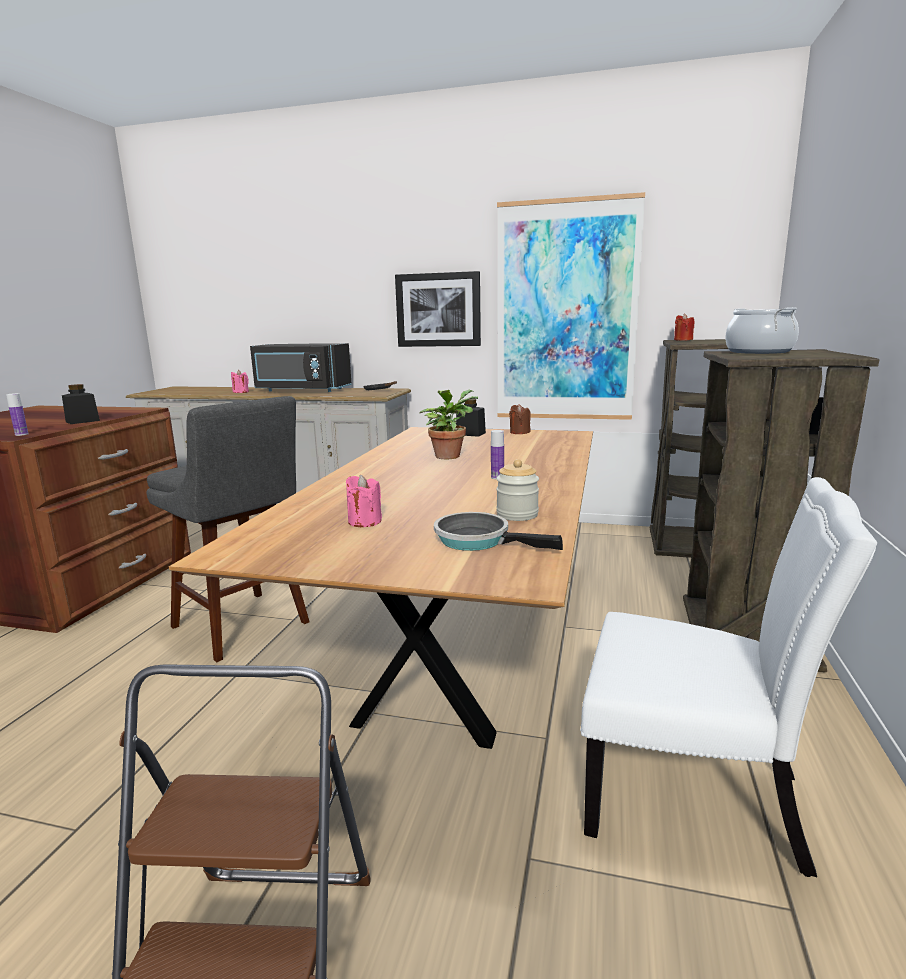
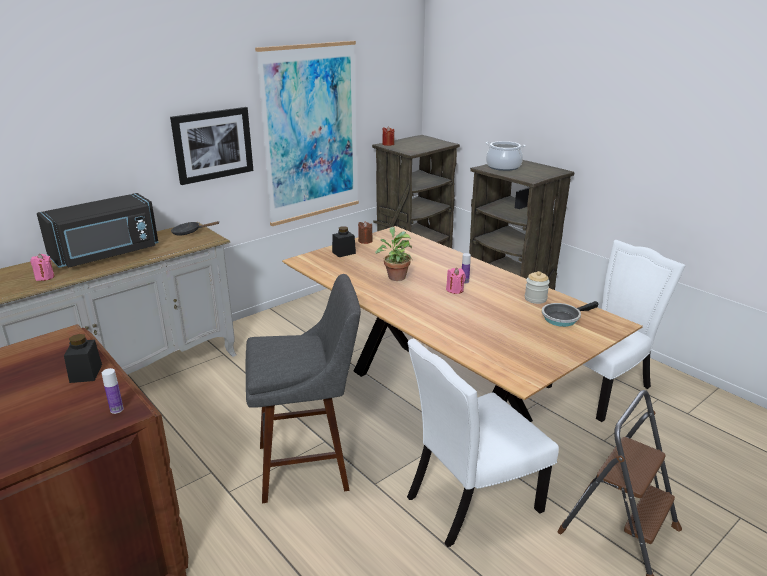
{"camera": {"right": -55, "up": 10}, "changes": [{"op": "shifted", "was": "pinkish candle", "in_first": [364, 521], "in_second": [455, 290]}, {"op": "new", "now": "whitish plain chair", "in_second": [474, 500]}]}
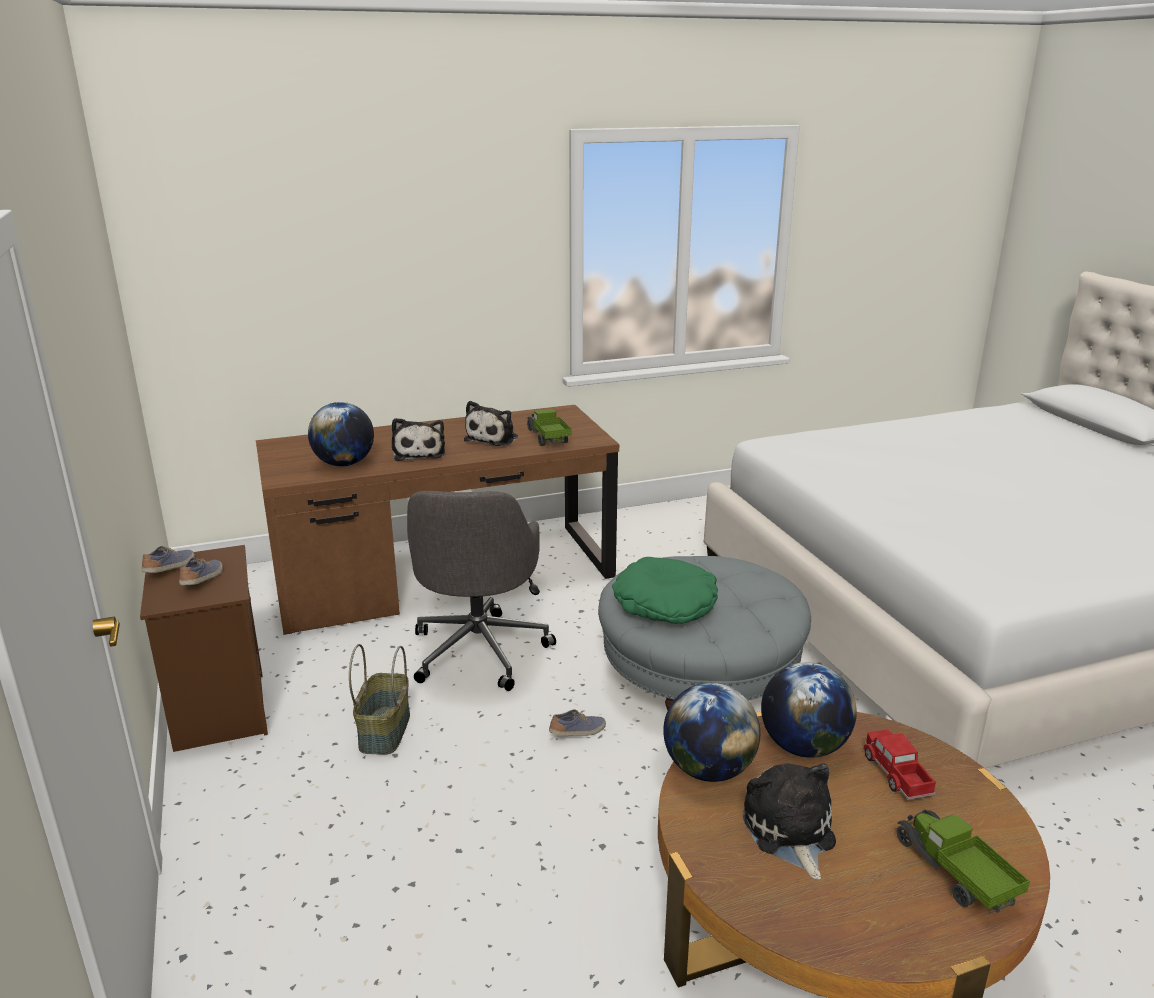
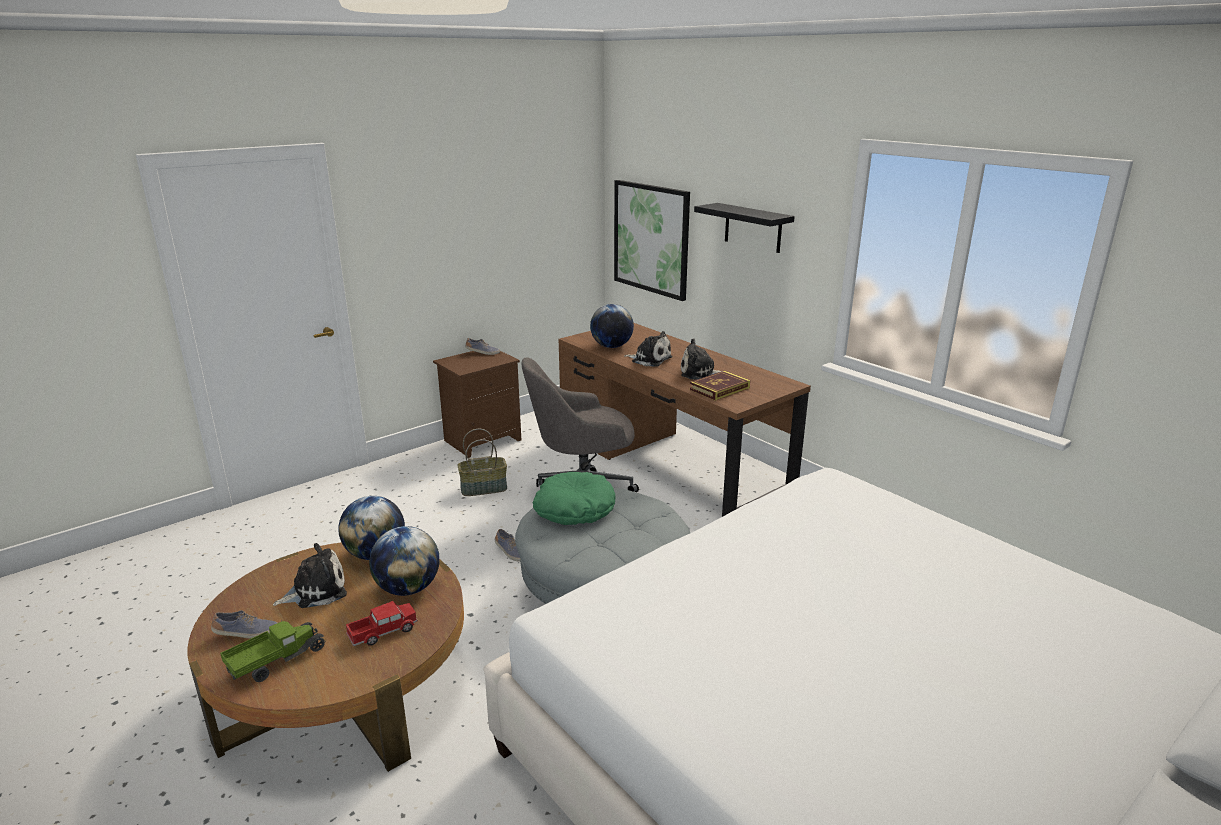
{"camera": {"right": 70, "up": 0}, "changes": [{"op": "swapped", "was": "model truck", "now": "bound book", "in_first": [547, 438], "in_second": [719, 389]}, {"op": "rotated", "was": "cuddly toy", "in_first": [419, 452], "in_second": [649, 359], "clockwise": -120}, {"op": "shifted", "was": "item of footwear", "in_first": [203, 580], "in_second": [246, 633]}, {"op": "new", "now": "wall picture", "in_second": [651, 238]}, {"op": "new", "now": "blackish bracket shelf", "in_second": [753, 228]}]}
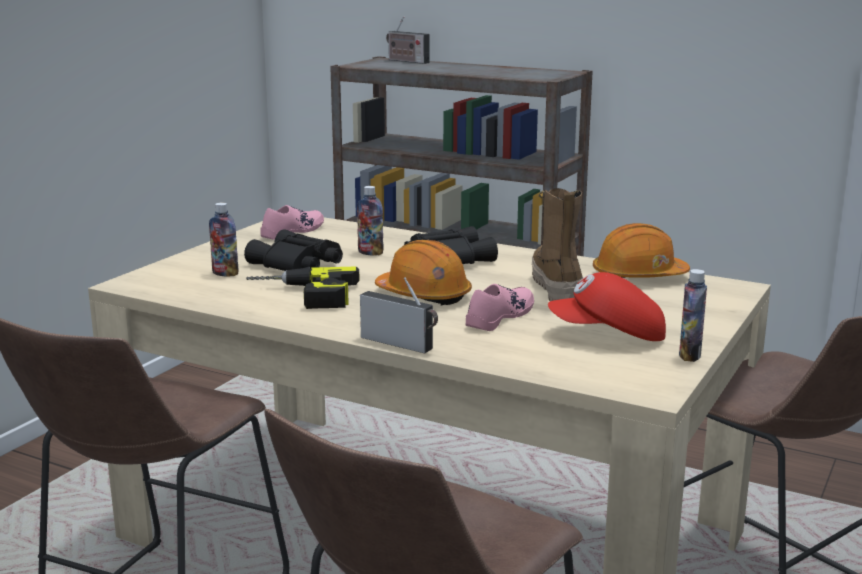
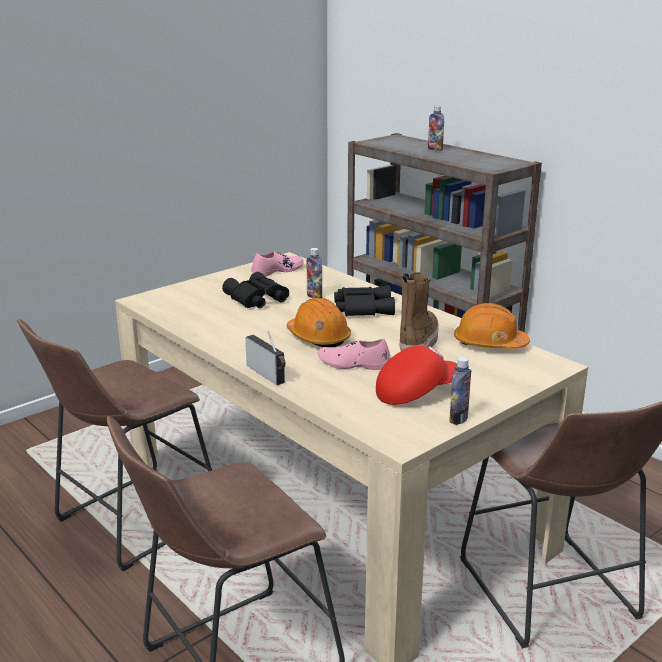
{"camera": {"right": 20, "up": 5}, "changes": [{"op": "gone", "was": "radio receiver", "in_first": [406, 61]}, {"op": "shifted", "was": "beverage bottle", "in_first": [225, 273], "in_second": [435, 149]}, {"op": "gone", "was": "power drill", "in_first": [302, 296]}, {"op": "rotated", "was": "reddish cap", "in_first": [608, 335], "in_second": [416, 392], "clockwise": 135}, {"op": "rotated", "was": "pinkish item of footwear", "in_first": [499, 317], "in_second": [353, 363], "clockwise": -135}]}
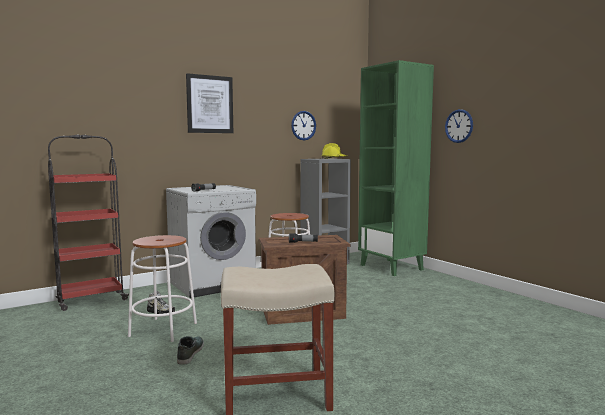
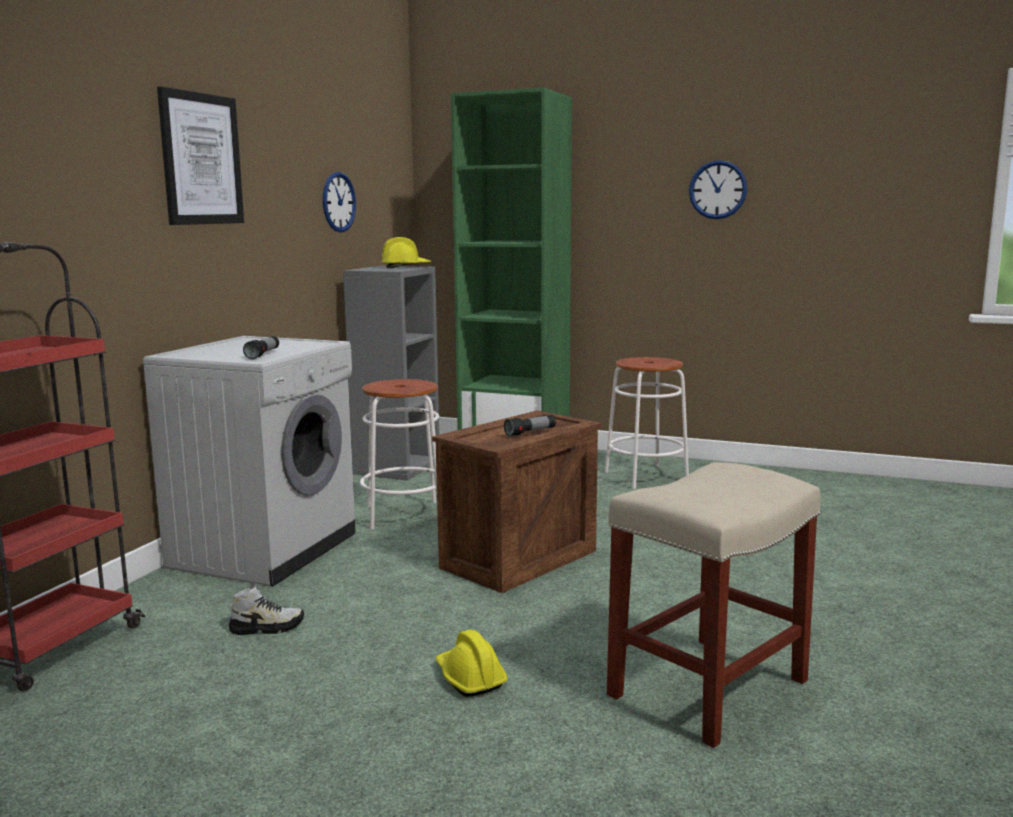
{"camera": {"right": -35, "up": 5}, "changes": [{"op": "shifted", "was": "wall clock", "in_first": [459, 126], "in_second": [718, 190]}, {"op": "shifted", "was": "whitish sitting stool", "in_first": [163, 329], "in_second": [646, 477]}, {"op": "swapped", "was": "item of footwear", "now": "yellow work helmet", "in_first": [190, 353], "in_second": [469, 678]}]}
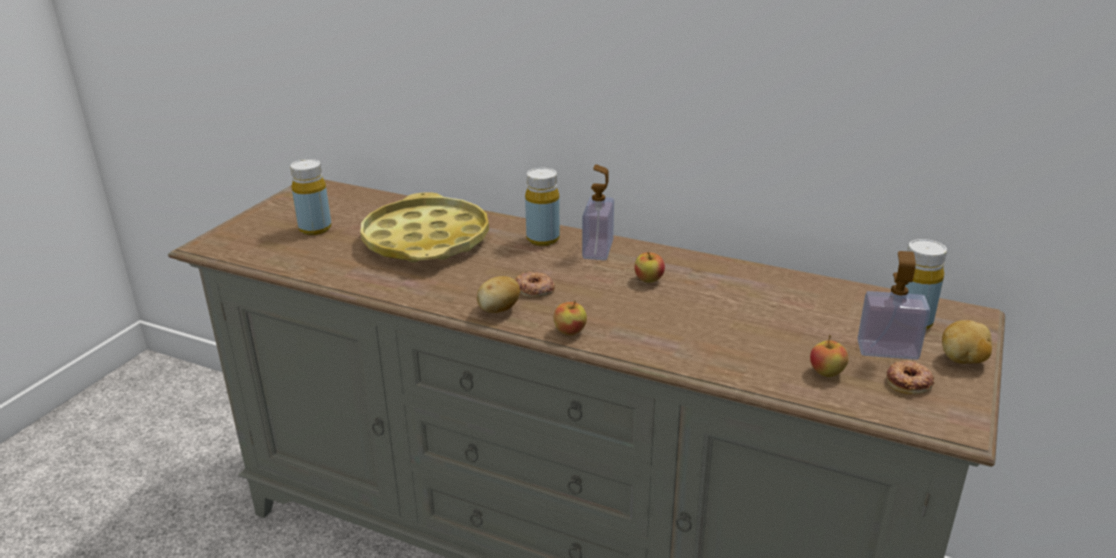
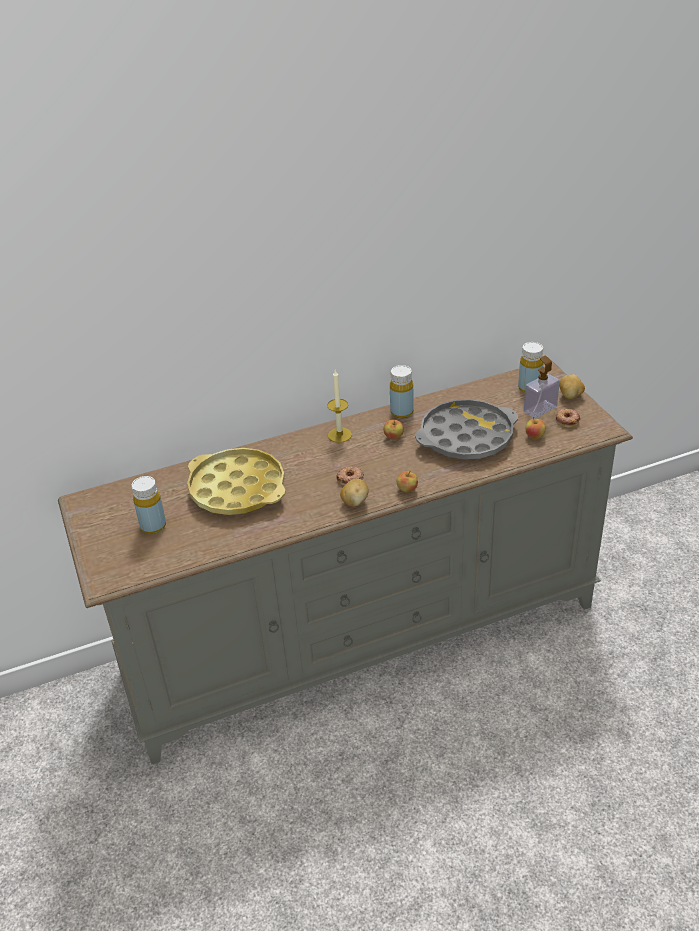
{"camera": {"right": -45, "up": 10}, "changes": [{"op": "swapped", "was": "soap bottle", "now": "candle", "in_first": [598, 249], "in_second": [339, 435]}, {"op": "shifted", "was": "yellow beverage bottle", "in_first": [543, 239], "in_second": [402, 412]}, {"op": "new", "now": "grey carrying tray", "in_second": [466, 437]}]}
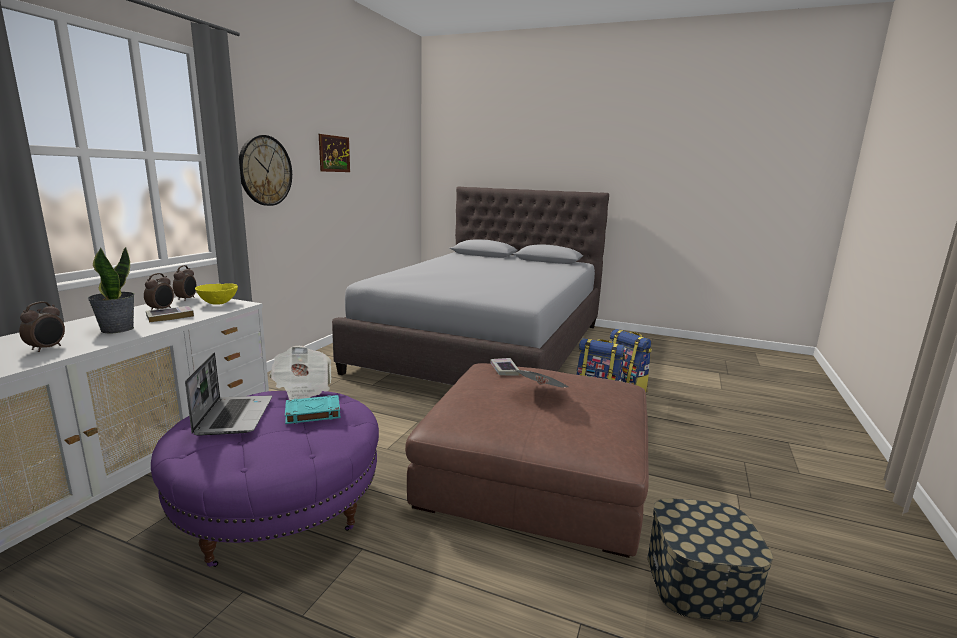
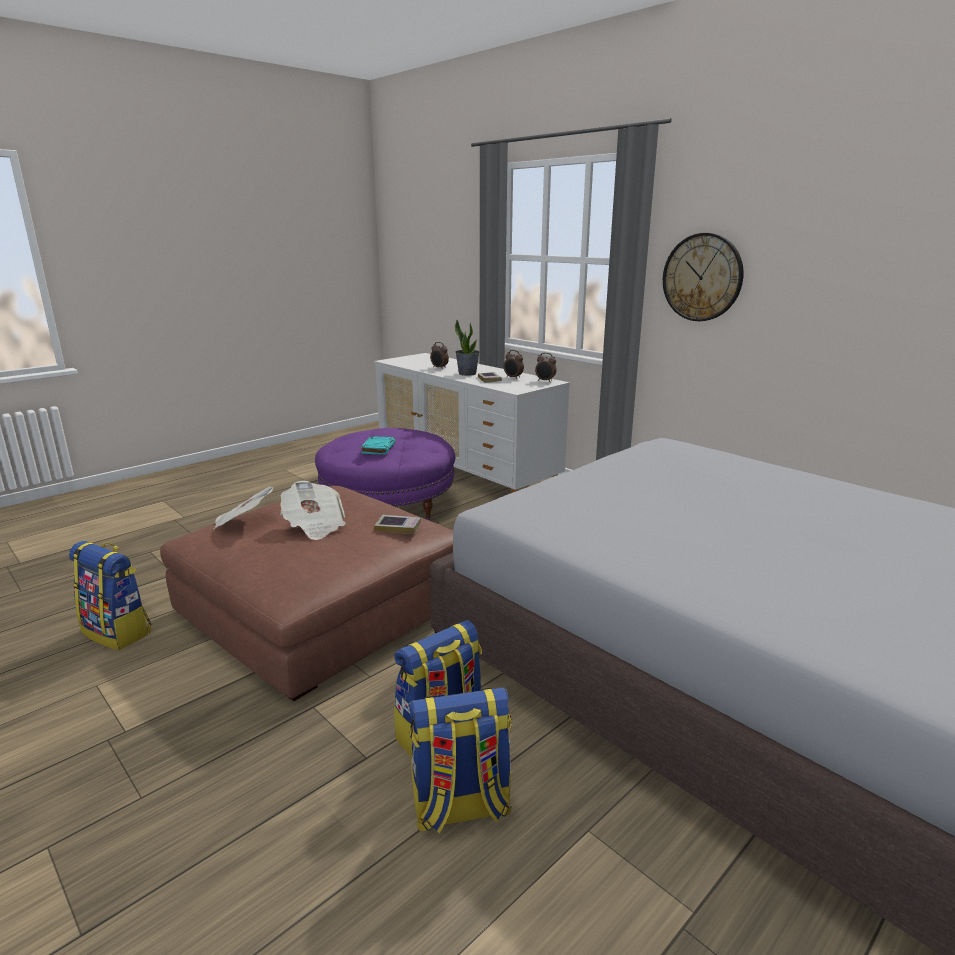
{"camera": {"right": 115, "up": 5}, "changes": [{"op": "gone", "was": "wall picture", "in_first": [334, 154]}, {"op": "gone", "was": "yellow serving bowl", "in_first": [218, 303]}, {"op": "shifted", "was": "newspaper", "in_first": [302, 389], "in_second": [243, 523]}, {"op": "gone", "was": "notebook computer", "in_first": [234, 416]}, {"op": "swapped", "was": "storage bin", "now": "backpack", "in_first": [699, 581], "in_second": [118, 632]}]}
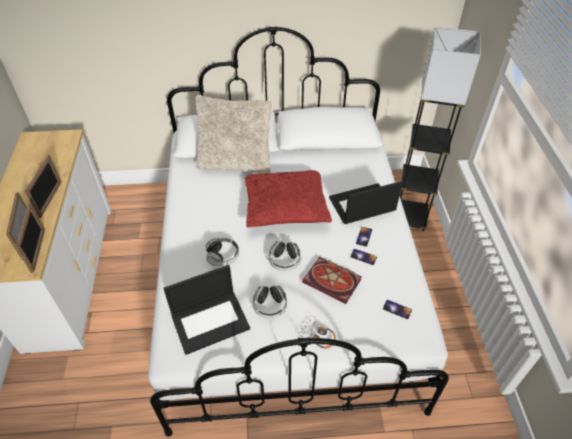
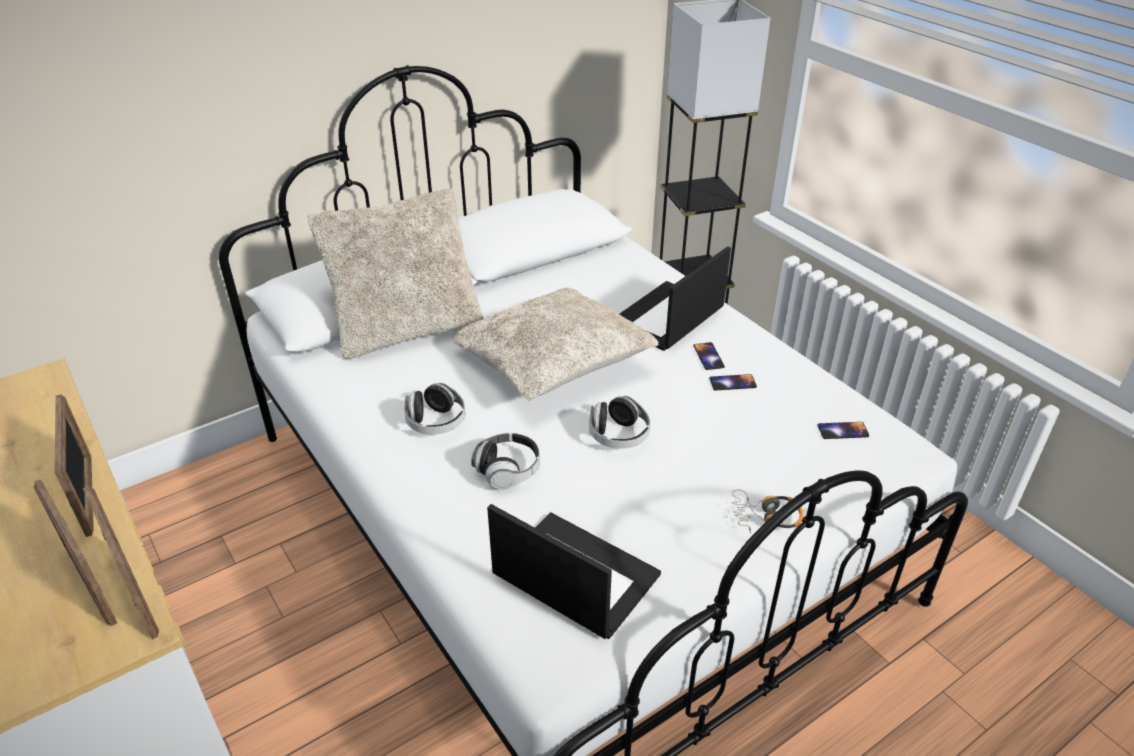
{"camera": {"right": -30, "up": -10}, "changes": [{"op": "repainted", "was": "reddish pillow", "now": "beige pillow", "in_first": [286, 207], "in_second": [553, 361]}, {"op": "gone", "was": "bound book", "in_first": [333, 281]}, {"op": "rotated", "was": "notebook computer", "in_first": [210, 321], "in_second": [573, 575], "clockwise": -90}, {"op": "shifted", "was": "pair of headphones", "in_first": [270, 306], "in_second": [436, 422]}]}
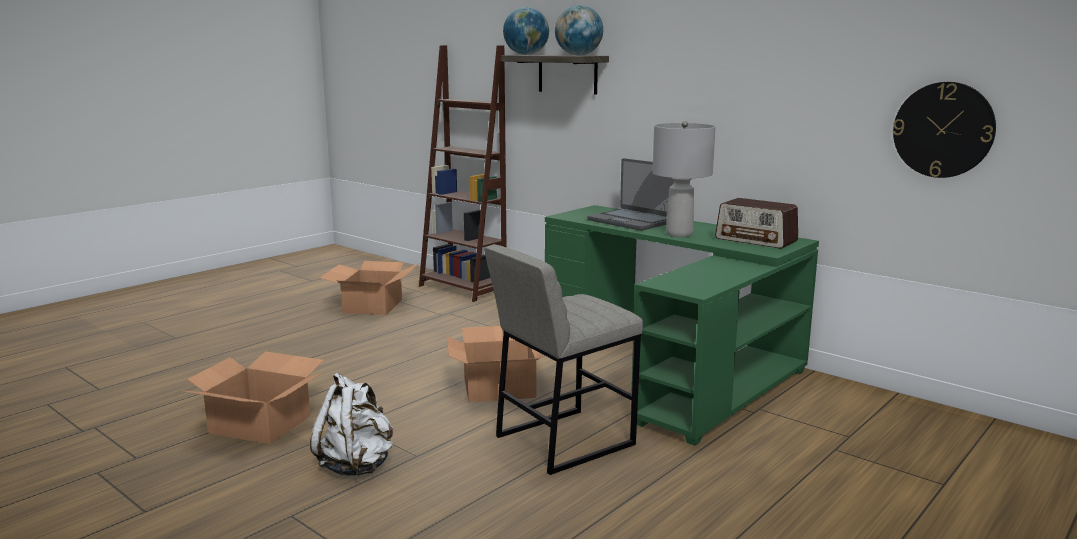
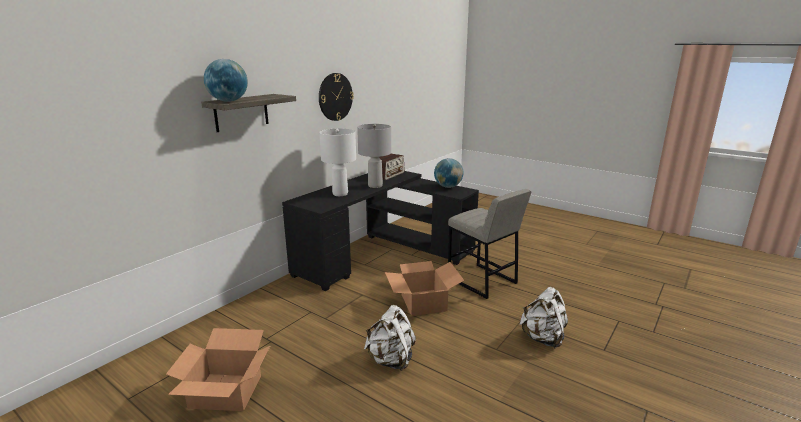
{"camera": {"right": -95, "up": 5}, "changes": [{"op": "shifted", "was": "world globe", "in_first": [578, 55], "in_second": [448, 187]}, {"op": "gone", "was": "brownish bookcase", "in_first": [462, 288]}, {"op": "shifted", "was": "wall clock", "in_first": [943, 130], "in_second": [335, 97]}, {"op": "swapped", "was": "notebook computer", "now": "whitish table lamp", "in_first": [631, 221], "in_second": [340, 194]}, {"op": "repainted", "was": "green desk table", "now": "blackish desk table", "in_first": [675, 365], "in_second": [381, 254]}, {"op": "gone", "was": "cardboard box", "in_first": [260, 424]}, {"op": "new", "now": "whitish backpack", "in_second": [391, 360]}]}
